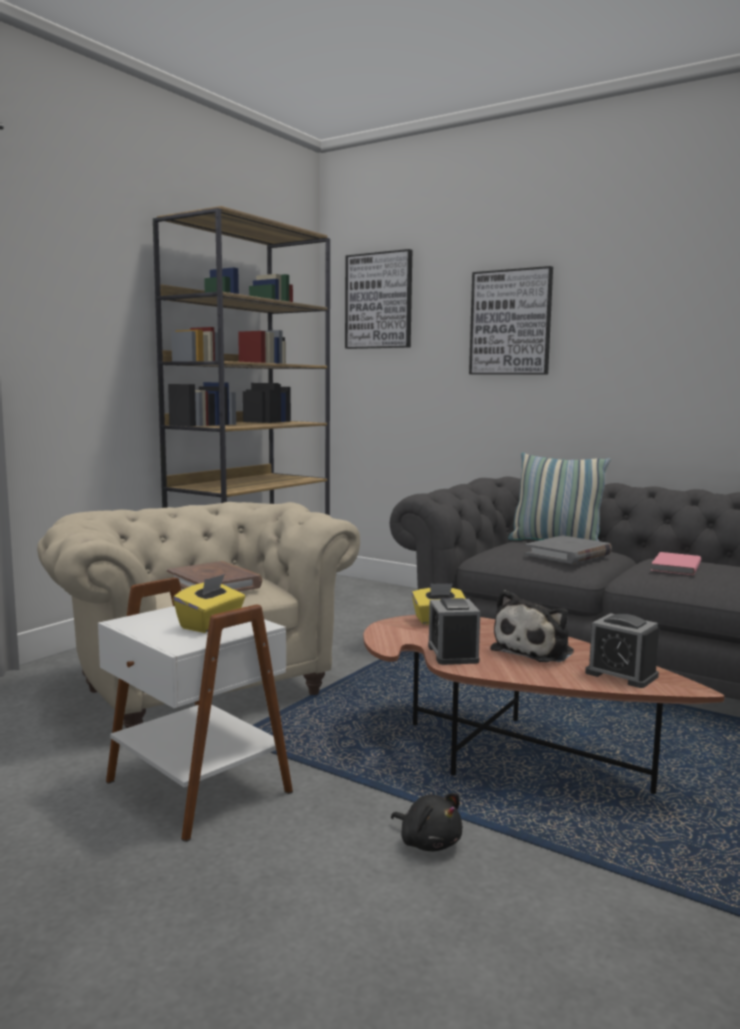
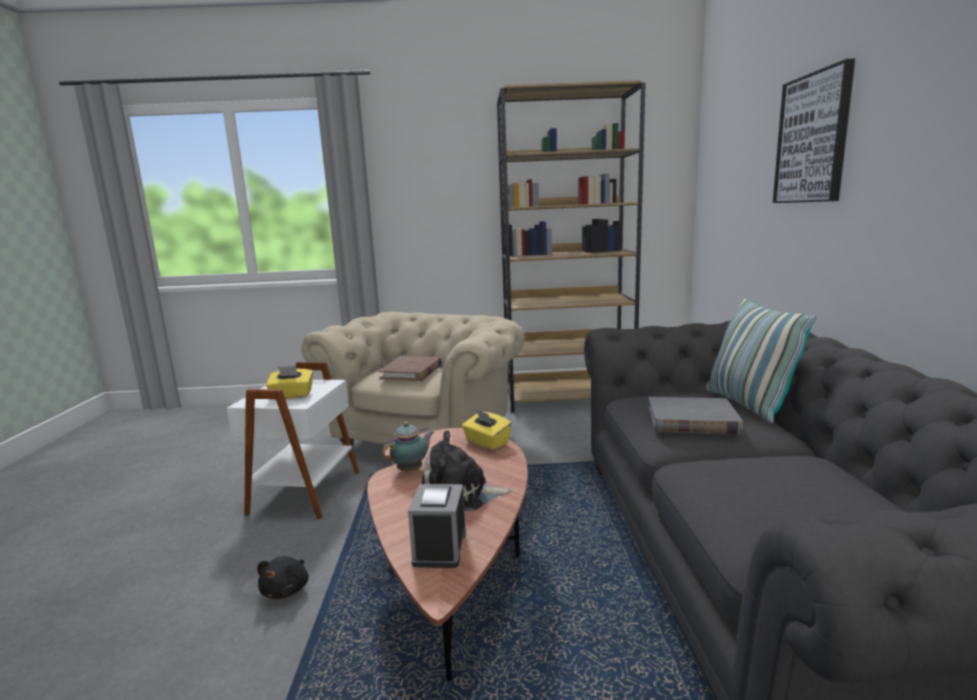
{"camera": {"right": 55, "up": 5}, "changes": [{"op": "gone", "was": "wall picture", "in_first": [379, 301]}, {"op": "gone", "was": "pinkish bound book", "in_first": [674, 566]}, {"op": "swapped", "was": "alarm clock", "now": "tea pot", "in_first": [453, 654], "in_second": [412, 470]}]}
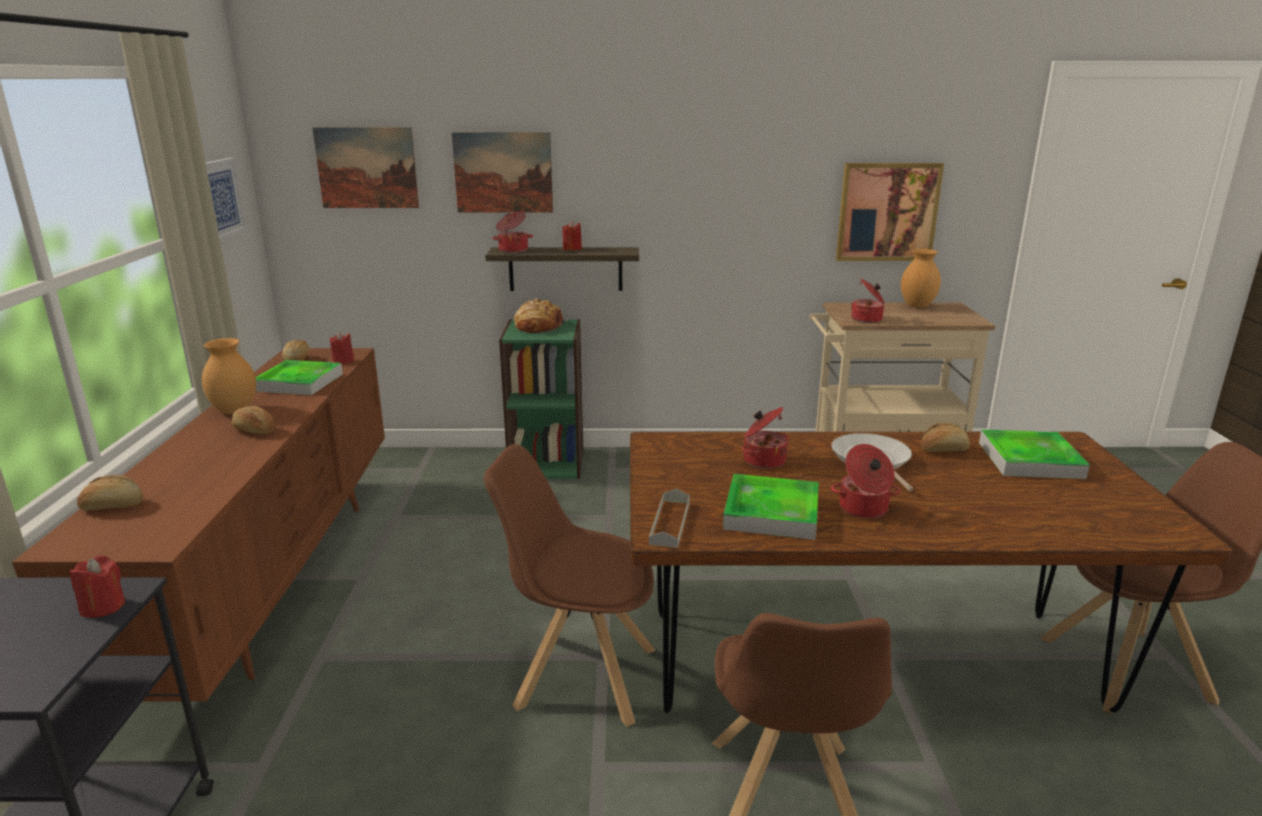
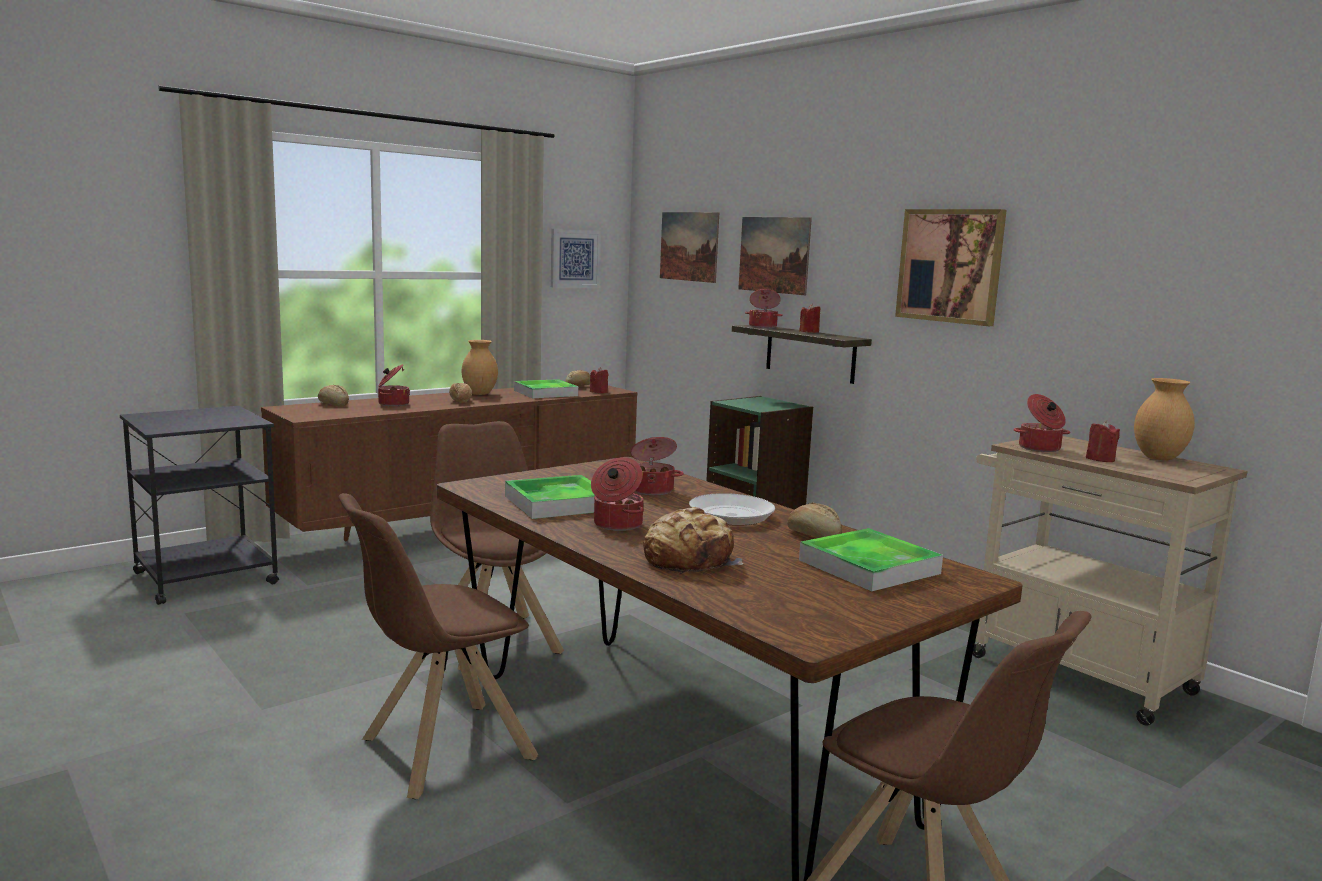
{"camera": {"right": 50, "up": -10}, "changes": [{"op": "shifted", "was": "wall picture", "in_first": [887, 212], "in_second": [950, 266]}, {"op": "shifted", "was": "bread", "in_first": [538, 326], "in_second": [689, 560]}, {"op": "gone", "was": "grey carrying tray", "in_first": [670, 523]}, {"op": "shifted", "was": "reddish candle", "in_first": [103, 606], "in_second": [1100, 459]}, {"op": "new", "now": "cooking pot", "in_second": [392, 404]}]}
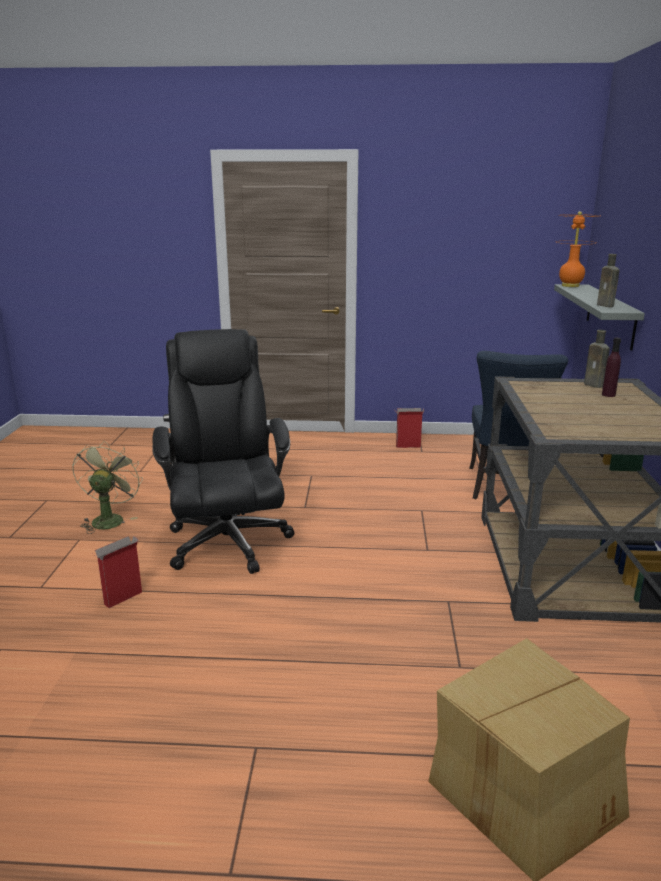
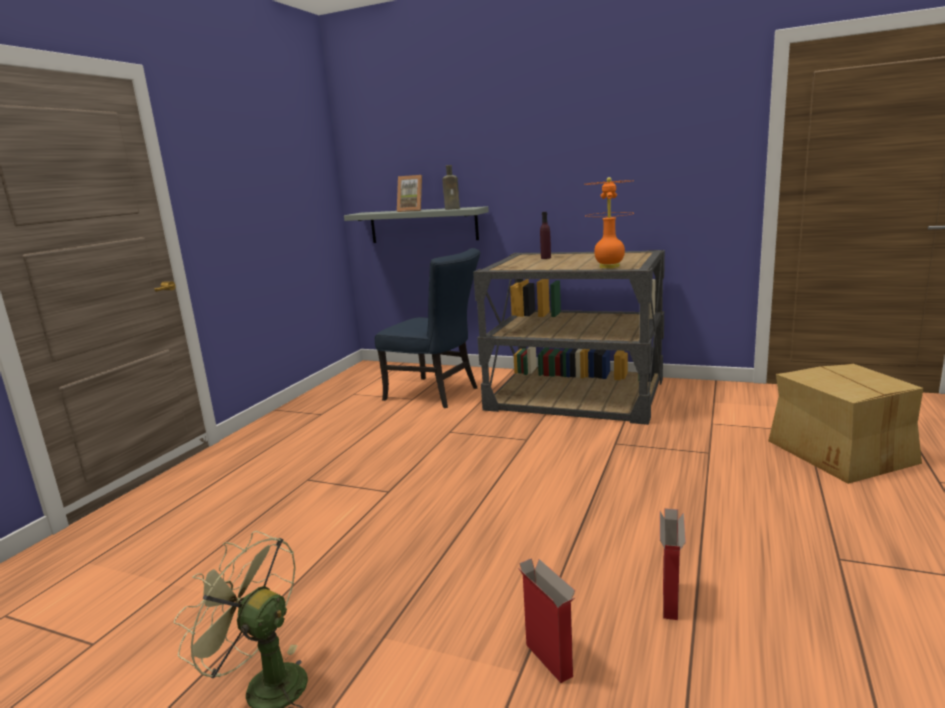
{"camera": {"right": -70, "up": -5}, "changes": [{"op": "shifted", "was": "orange table lamp", "in_first": [570, 286], "in_second": [609, 266]}, {"op": "gone", "was": "blackish office chair", "in_first": [228, 542]}, {"op": "gone", "was": "brownish beverage bottle", "in_first": [595, 385]}, {"op": "shifted", "was": "cardboard box", "in_first": [407, 446], "in_second": [670, 602]}, {"op": "new", "now": "picture frame", "in_second": [412, 210]}]}
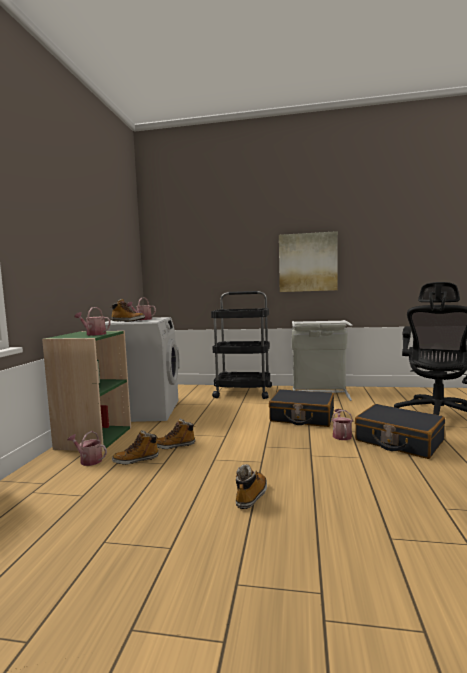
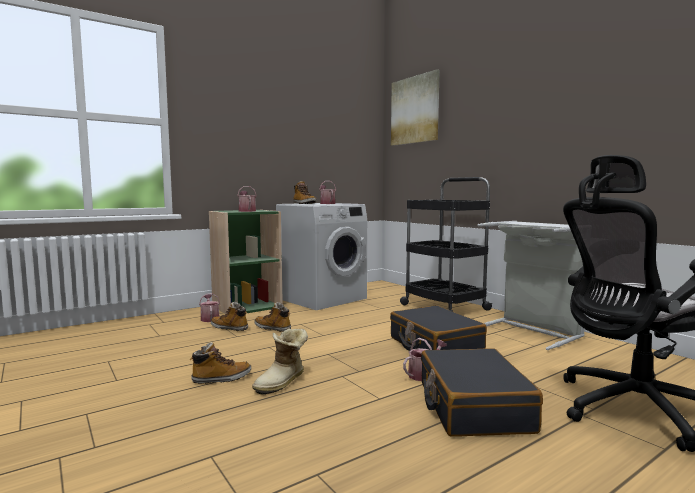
{"camera": {"right": 45, "up": 0}, "changes": [{"op": "shifted", "was": "wall picture", "in_first": [307, 262], "in_second": [415, 110]}, {"op": "new", "now": "boot", "in_second": [283, 383]}]}
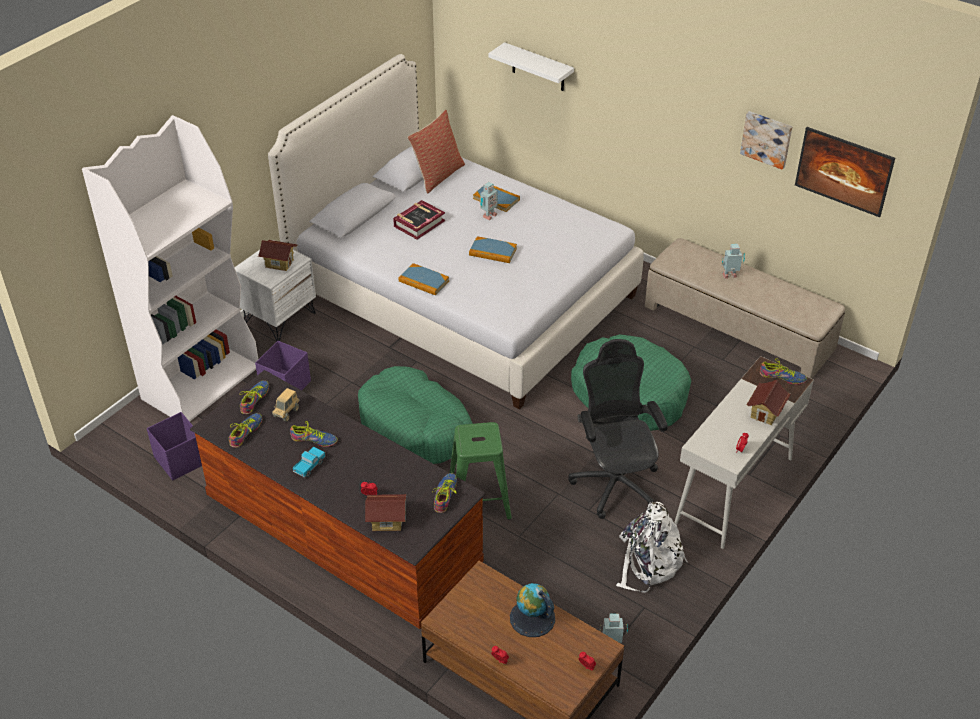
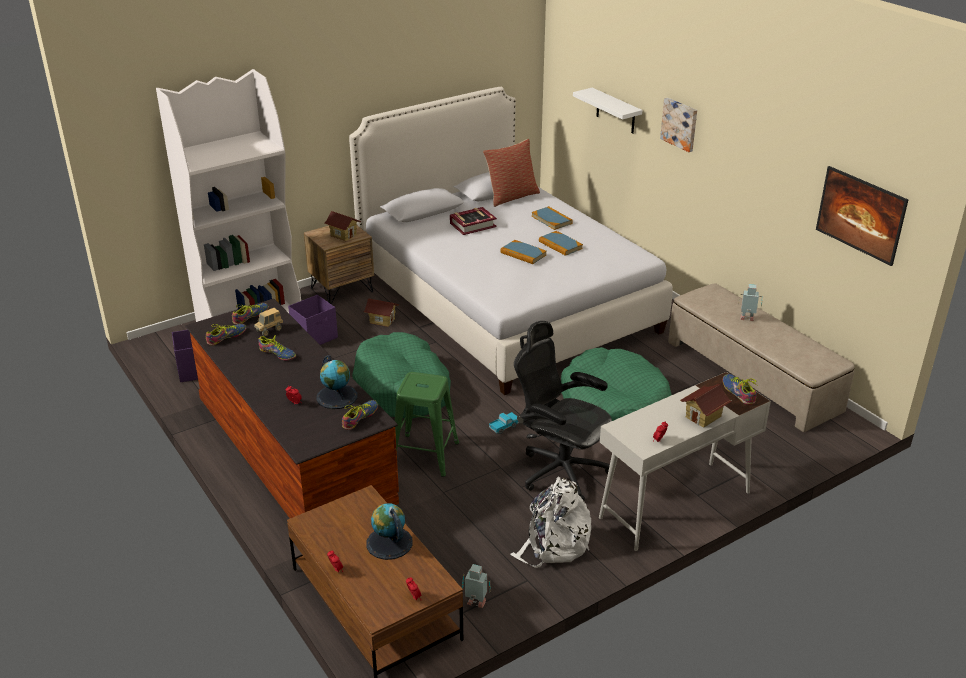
{"camera": {"right": 20, "up": -10}, "changes": [{"op": "shifted", "was": "wall picture", "in_first": [767, 139], "in_second": [680, 124]}, {"op": "gone", "was": "robot figure", "in_first": [488, 216]}, {"op": "repainted", "was": "whitish night table", "now": "brownish night table", "in_first": [279, 318], "in_second": [342, 290]}, {"op": "shifted", "was": "bound book", "in_first": [424, 281], "in_second": [560, 245]}, {"op": "rotated", "was": "office chair", "in_first": [614, 481], "in_second": [560, 470], "clockwise": -60}, {"op": "rotated", "was": "item of footwear", "in_first": [782, 377], "in_second": [738, 392], "clockwise": -150}, {"op": "shifted", "was": "model truck", "in_first": [309, 466], "in_second": [504, 427]}, {"op": "shifted", "was": "toy house", "in_first": [387, 521], "in_second": [382, 320]}, {"op": "new", "now": "world globe", "in_second": [337, 396]}]}
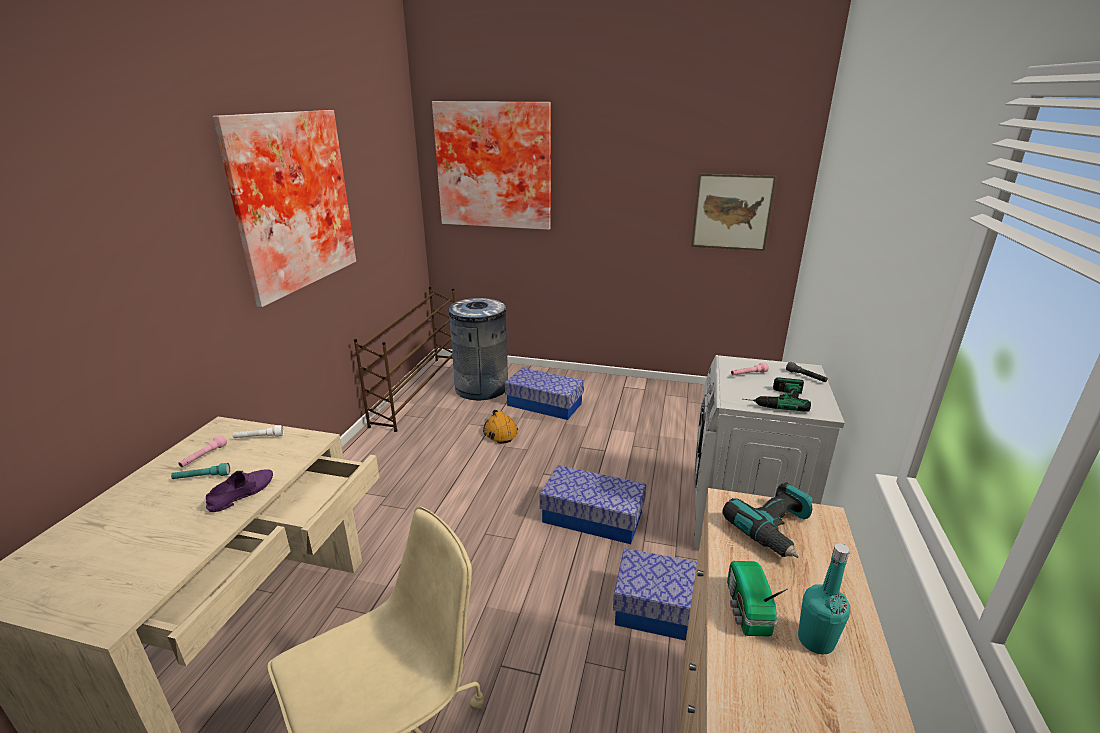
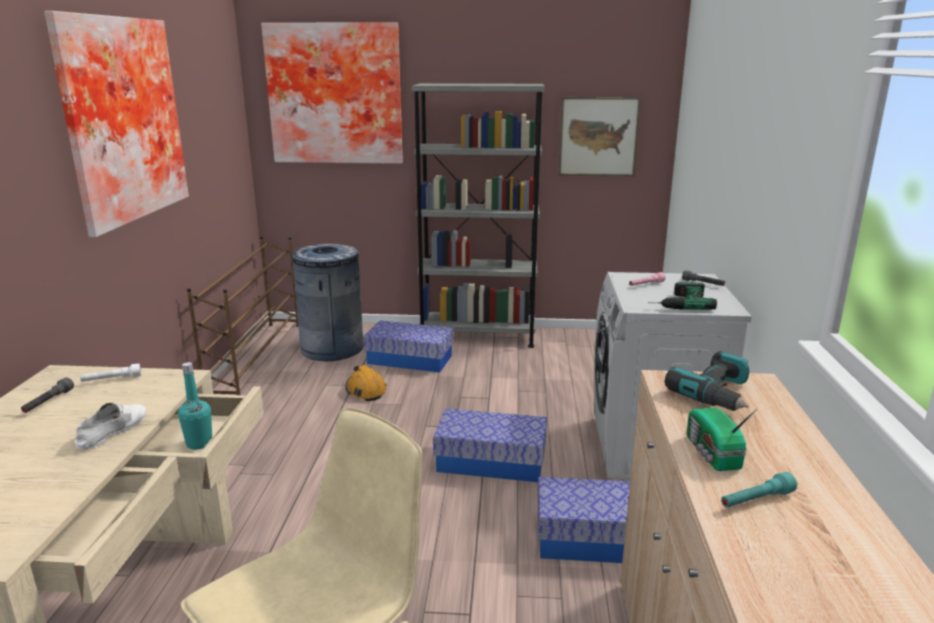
{"camera": {"right": -10, "up": -5}, "changes": [{"op": "repainted", "was": "pinkish hand torch", "now": "grey hand torch", "in_first": [203, 457], "in_second": [48, 402]}, {"op": "shifted", "was": "blue-green hand torch", "in_first": [202, 477], "in_second": [756, 500]}, {"op": "repainted", "was": "purple item of footwear", "now": "whitish item of footwear", "in_first": [241, 493], "in_second": [112, 430]}, {"op": "shifted", "was": "blue-green beverage bottle", "in_first": [815, 640], "in_second": [199, 443]}, {"op": "new", "now": "grey bookcase", "in_second": [477, 336]}]}
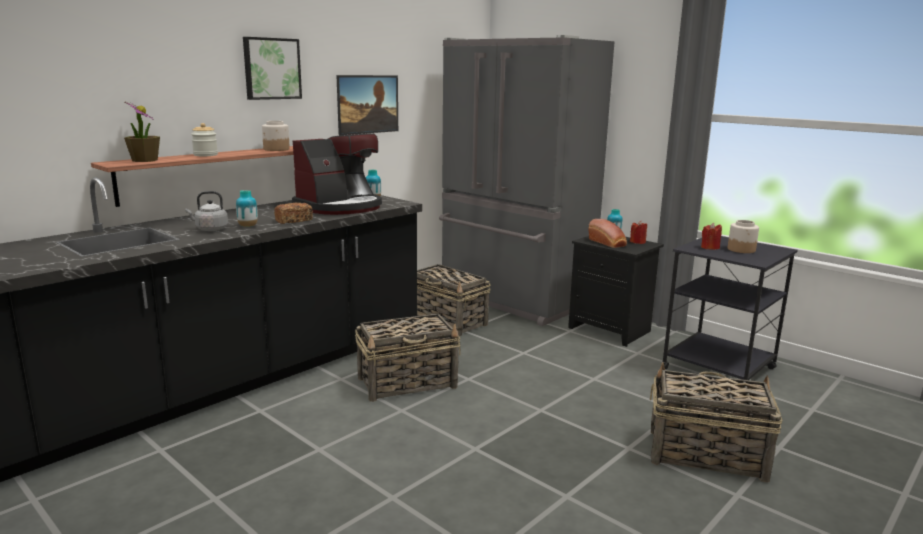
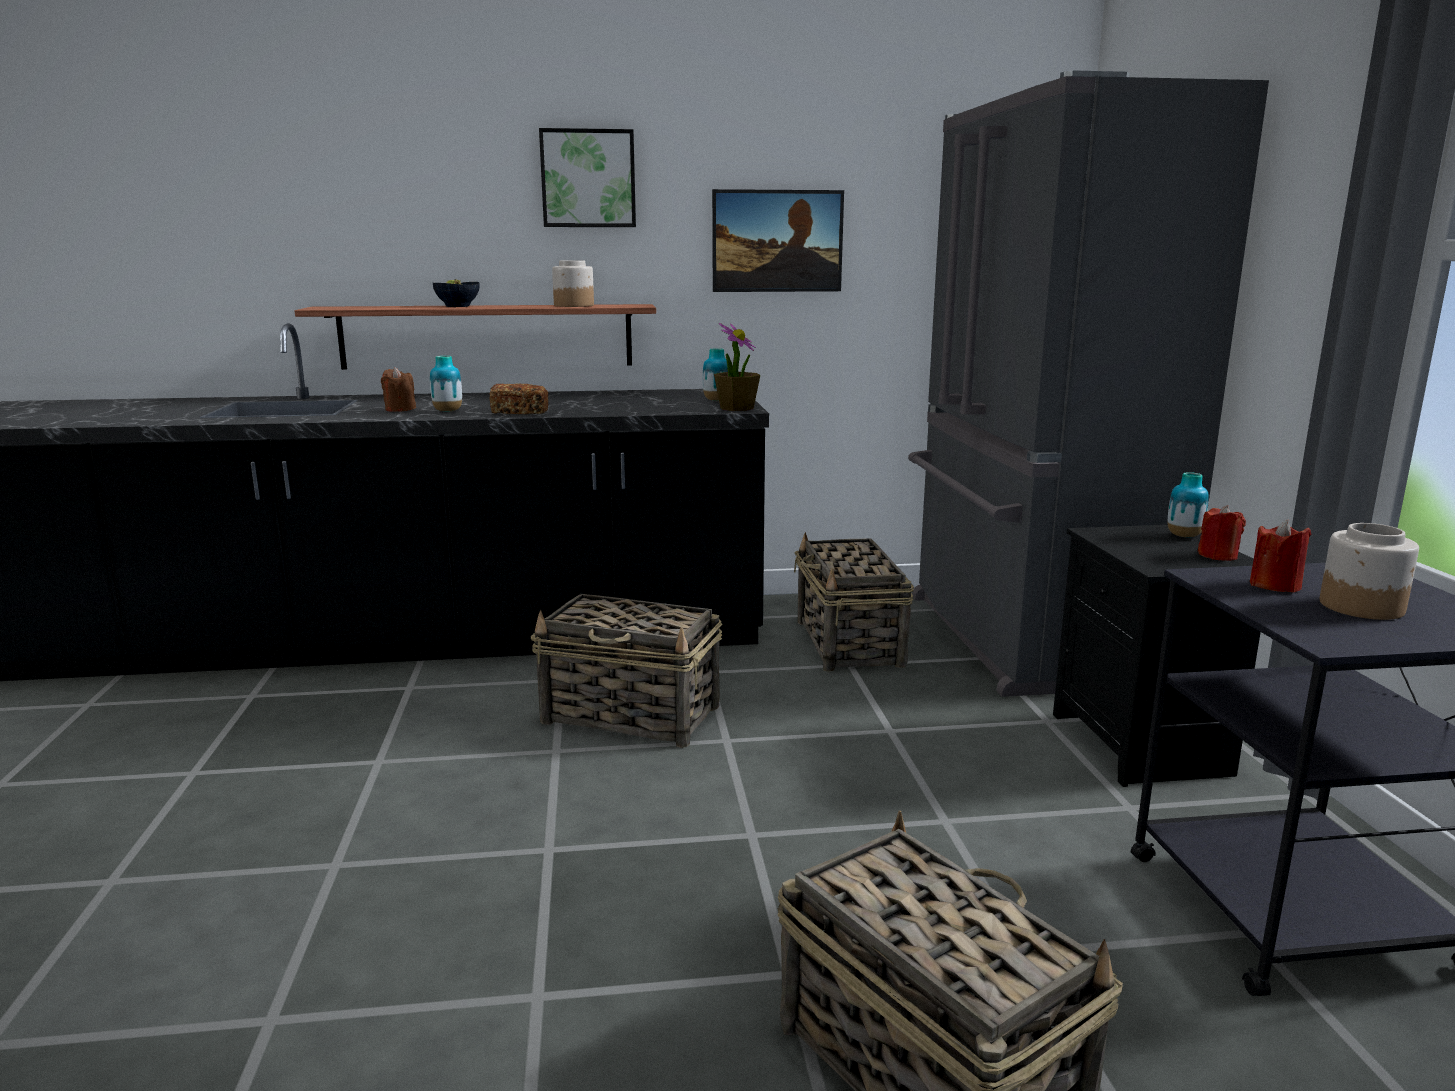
{"camera": {"right": 40, "up": 0}, "changes": [{"op": "shifted", "was": "houseplant", "in_first": [144, 160], "in_second": [736, 408]}, {"op": "swapped", "was": "storage jar", "now": "serving bowl", "in_first": [205, 155], "in_second": [457, 306]}, {"op": "gone", "was": "coffee brewer", "in_first": [340, 207]}, {"op": "swapped", "was": "grey water kettle", "now": "brownish candle", "in_first": [210, 229], "in_second": [400, 409]}, {"op": "gone", "was": "bread", "in_first": [608, 243]}]}
